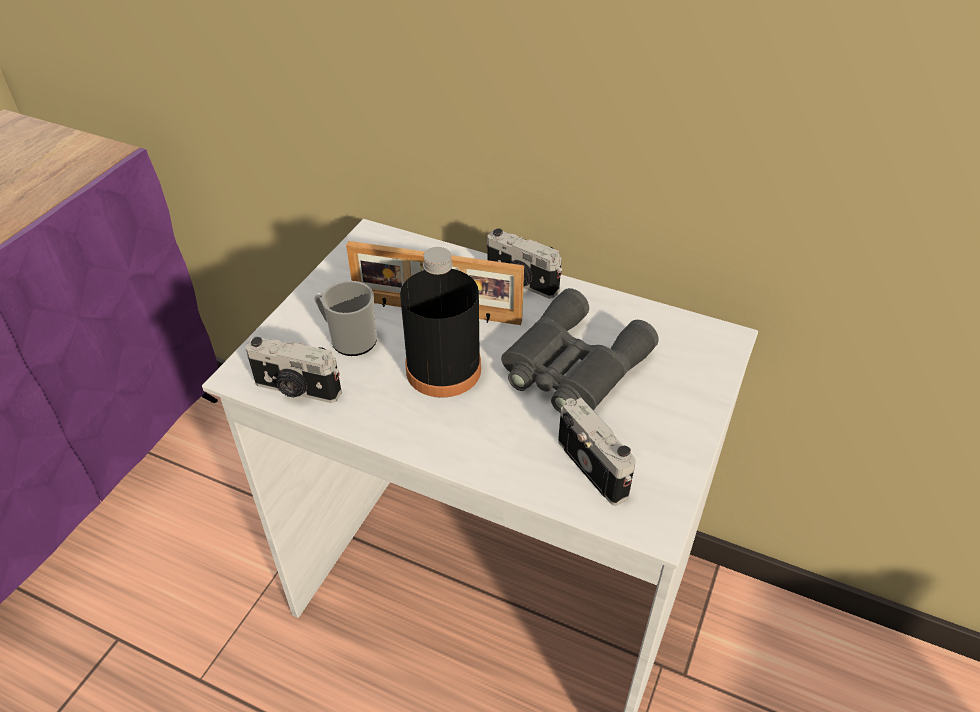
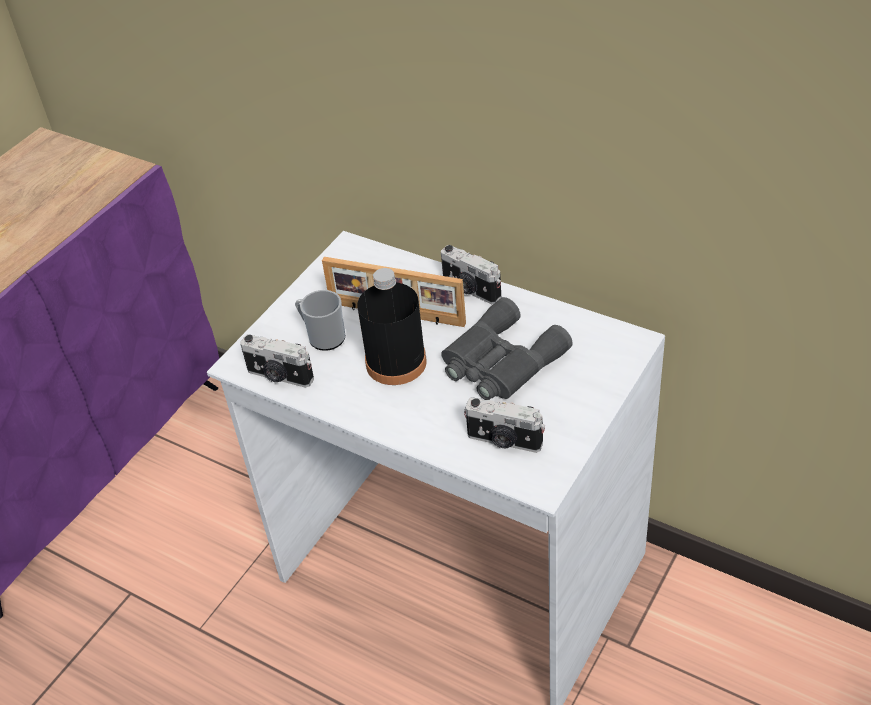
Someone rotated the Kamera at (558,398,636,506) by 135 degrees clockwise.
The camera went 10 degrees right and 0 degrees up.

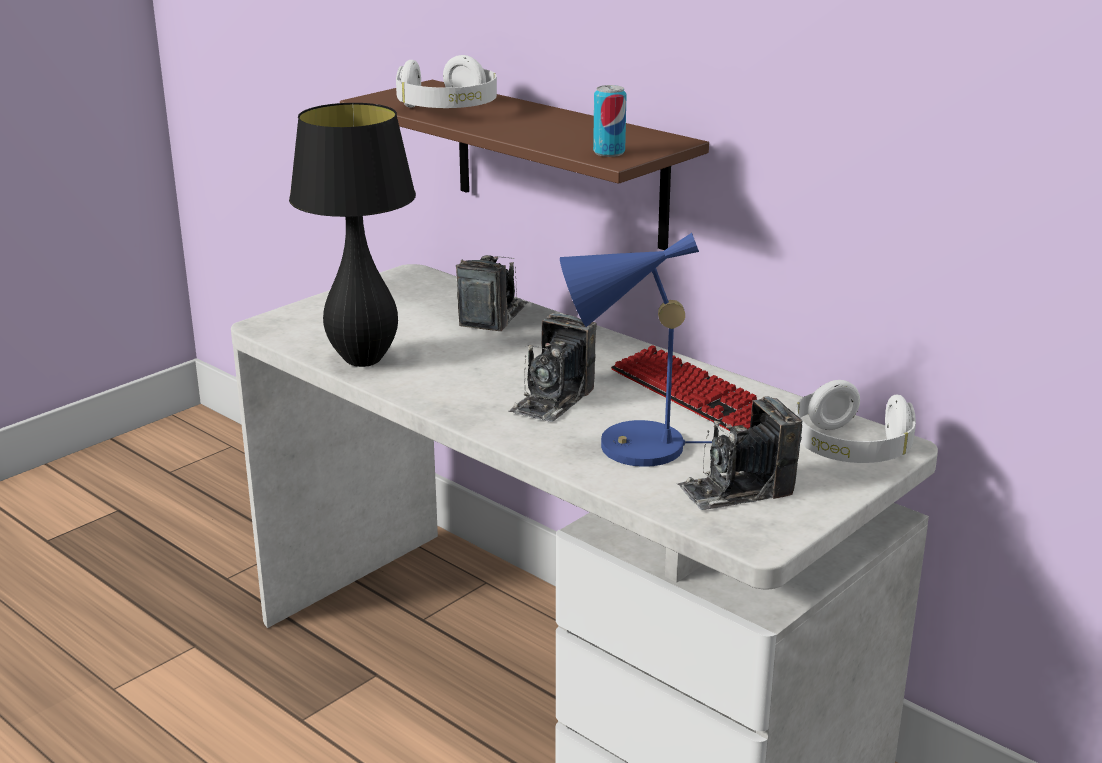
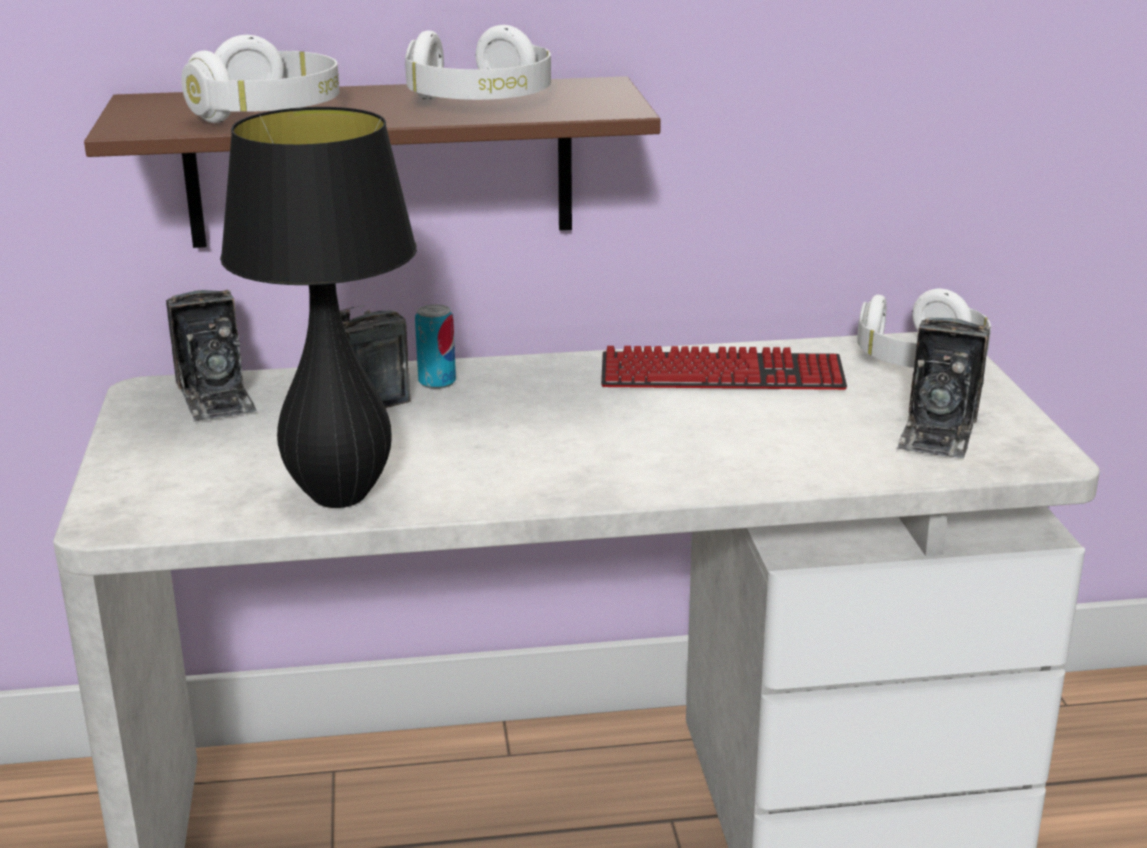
Someone carried the Dose from (593,85,627,157) to (415,304,456,389).
Someone took away the Tischlampe [blau] at (560,233,712,467).
Someone carried the Kamera from (508,313,596,422) to (166,289,257,422).
Someone put down the Kopfhörer [weiß] at (405,25,551,100).
The camera went 50 degrees left and 0 degrees up.

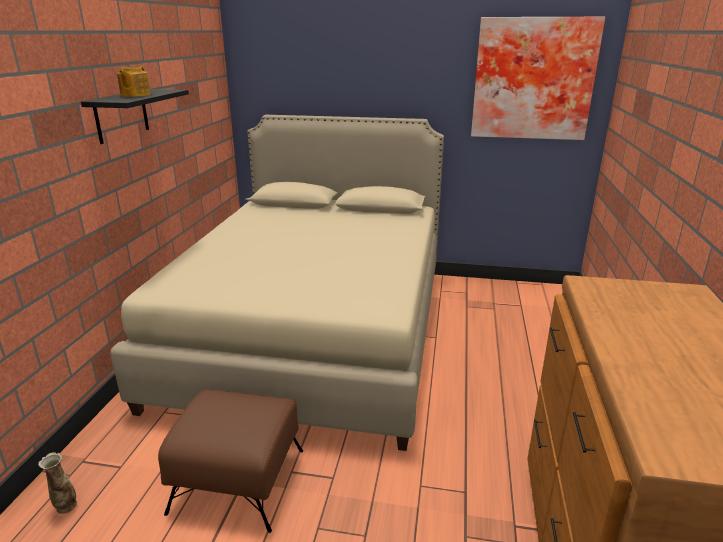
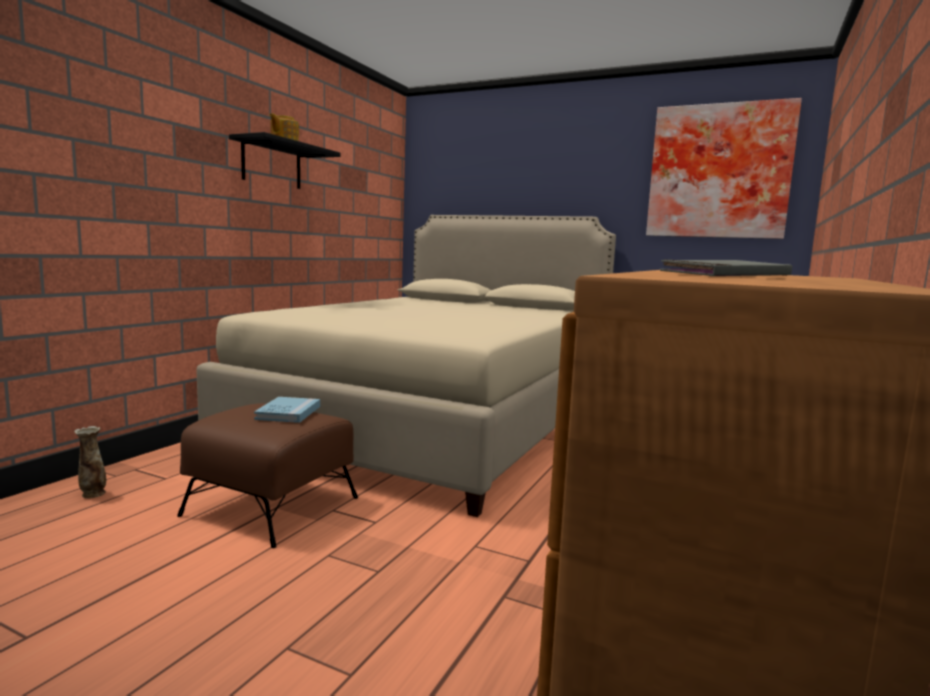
Someone put down the Buch [grau] at (660,259,792,276).
Someone put down the Buch [blau] at (254,397,320,423).
The camera went 15 degrees right and 15 degrees down.

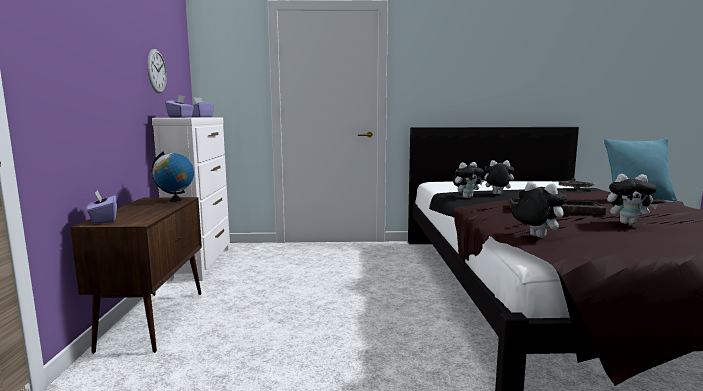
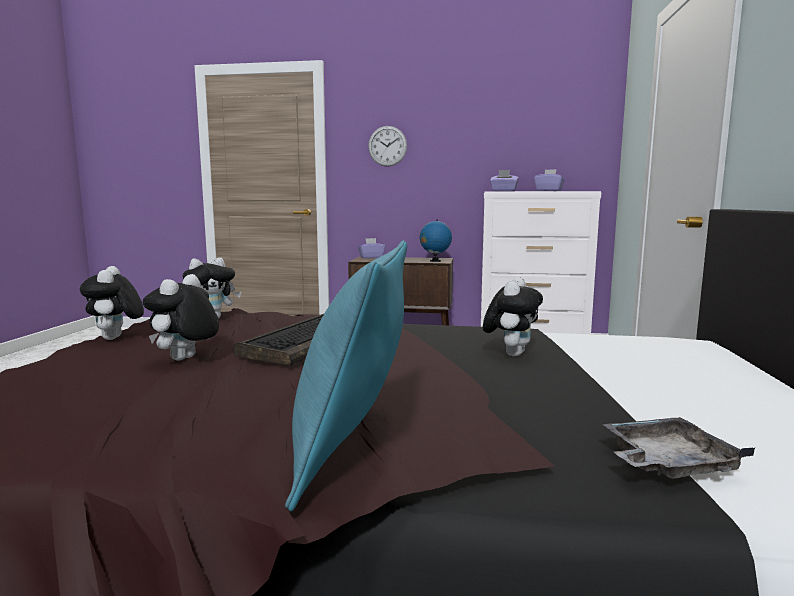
Someone carried the Wanduhr from (147,49,167,93) to (368,126,407,167).
Someone carried the Plüschtier from (453,162,484,198) to (80,266,144,340).
The camera went 100 degrees right and 0 degrees up.

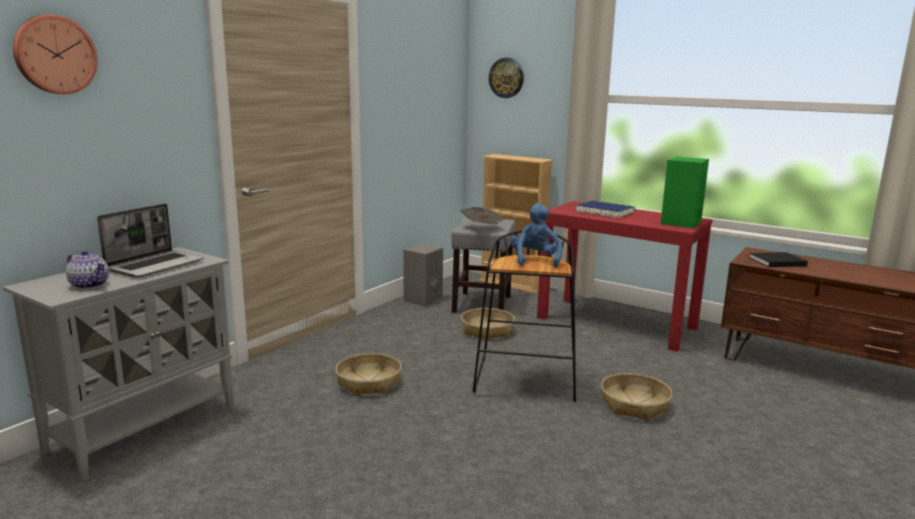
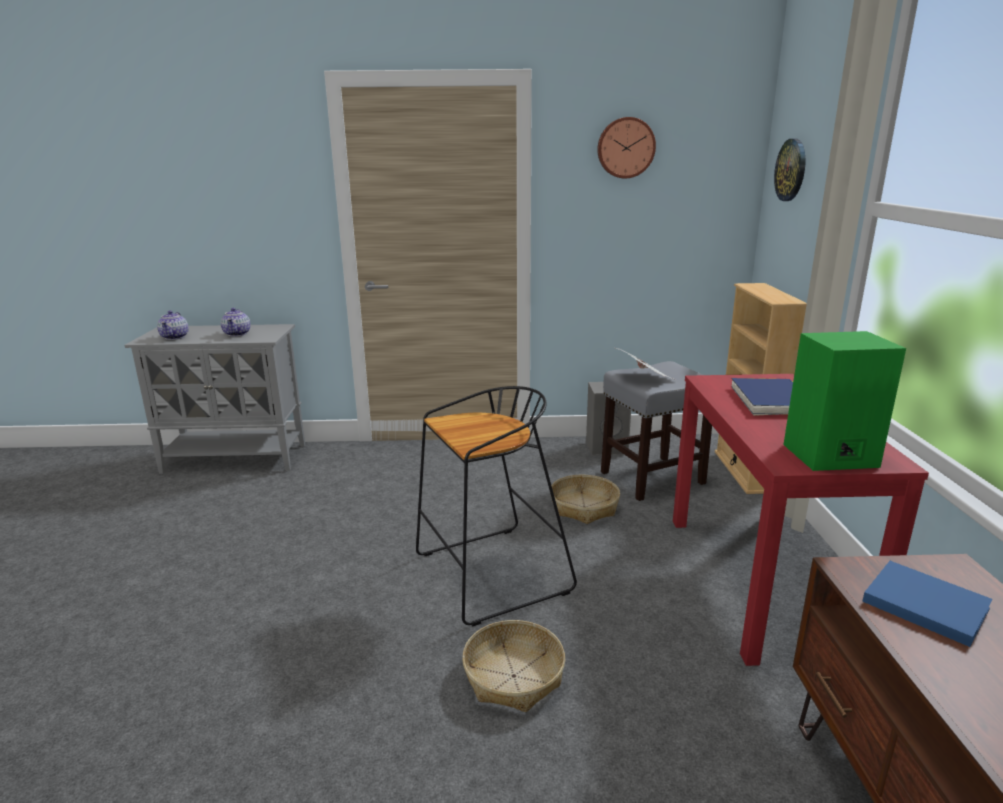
Someone carried the Wanduhr from (13,15,98,94) to (597,117,656,178).
Someone took away the Plüschtier [blau] at (510,203,562,268).
Someone swapped the Laptop at (97,204,204,278) for the Teekanne at (221,308,251,336).
Someone repainted the Buch [schwarz] at (749,252,808,267), which became the Buch [blau] at (862,561,993,647).
Someone took away the Korb at (336,353,401,396).
The camera went 55 degrees right and 5 degrees up.

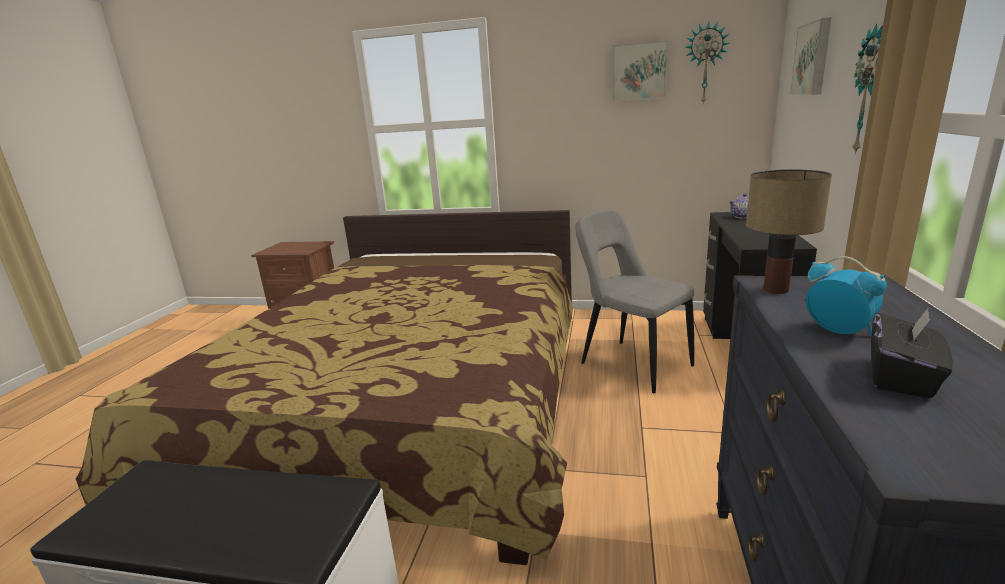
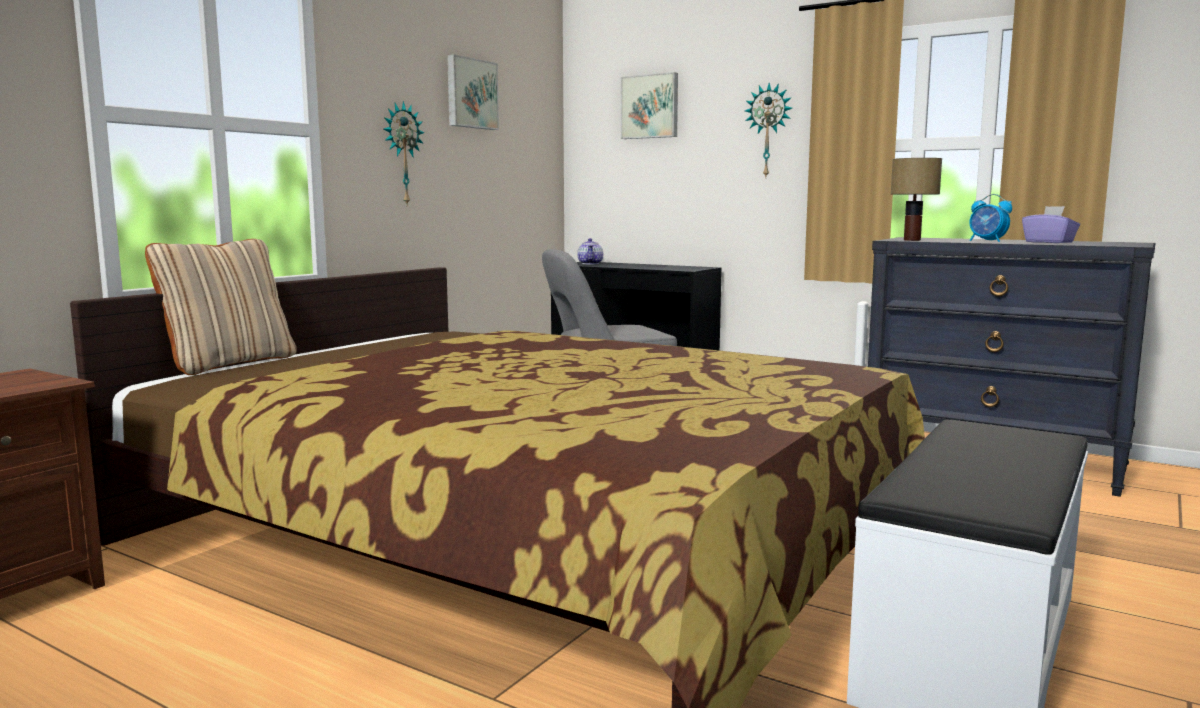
Someone carried the Wanduhr from (686,22,730,105) to (384,101,424,204).
Someone rotated the Wecker at (806,256,887,335) by 120 degrees counterclockwise.
Someone repainted the Taschentuchbox [schwarz] at (871,307,953,398), which became the Taschentuchbox [lila] at (1022,206,1080,243).
Someone put down the Kissen [beige] at (145,239,297,375).
The camera went 70 degrees left and 10 degrees down.

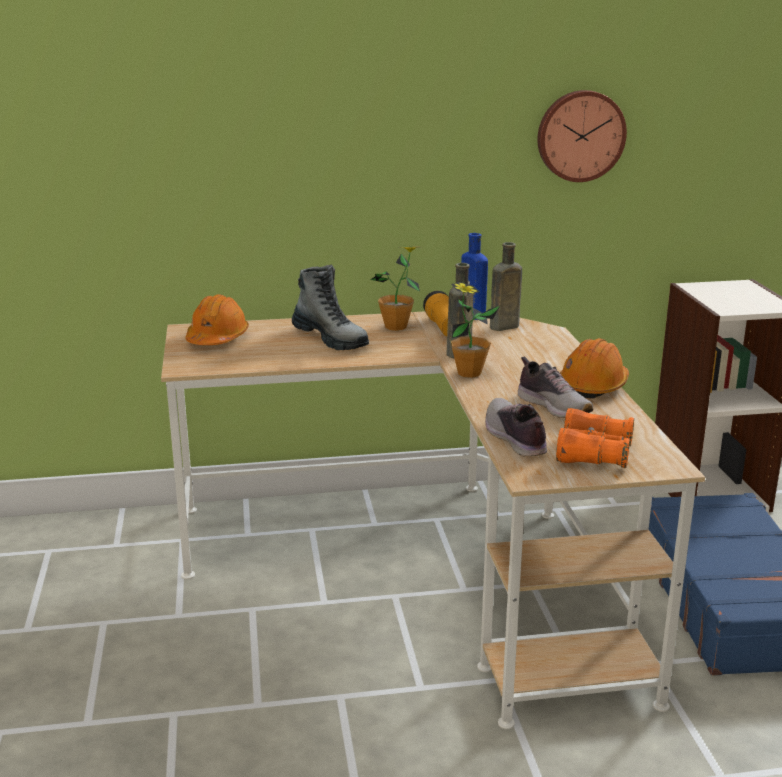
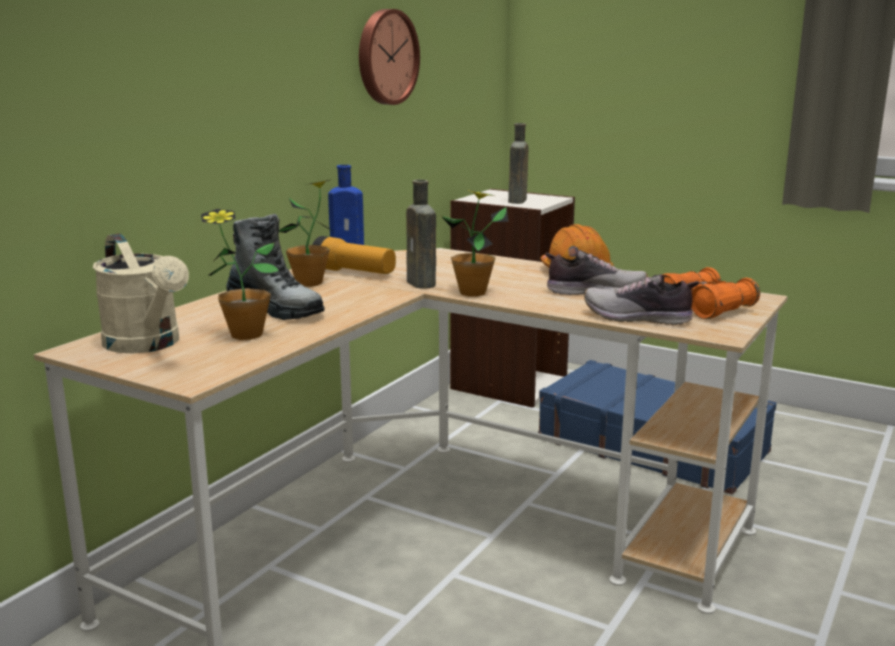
Someone carried the Flasche [braun] from (490,242,522,331) to (508,123,529,204).
Someone rotated the Stiefel at (292,265,369,350) by 45 degrees clockwise.
Someone swapped the Schutzhelm [orange] at (185,294,249,345) for the Gießkanne [beige] at (93,234,189,353).
Someone put down the Topfpflanze at (201,209,279,340).
The camera went 50 degrees left and 5 degrees down.

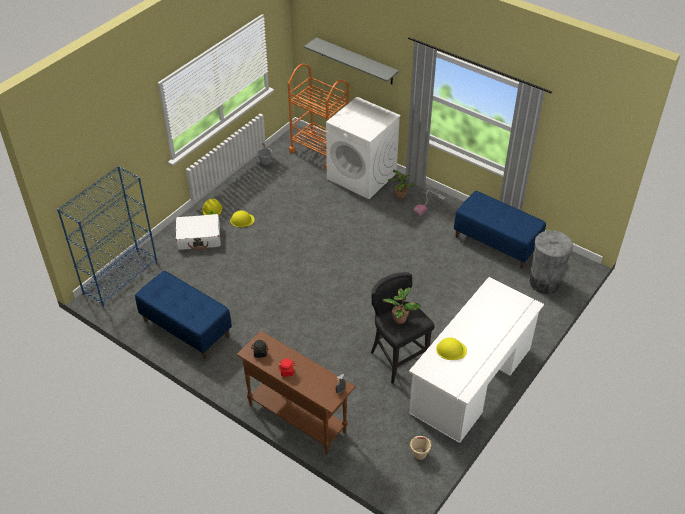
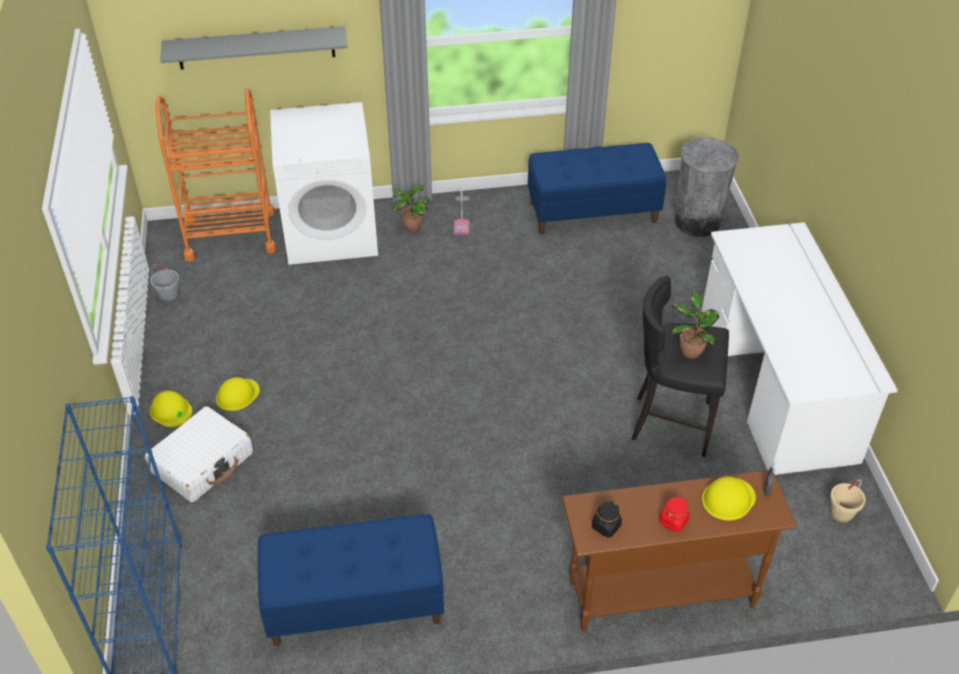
Someone carried the Schutzhelm [gelb] from (436,338,467,360) to (702,476,756,521).
The camera went 45 degrees left and 0 degrees up.

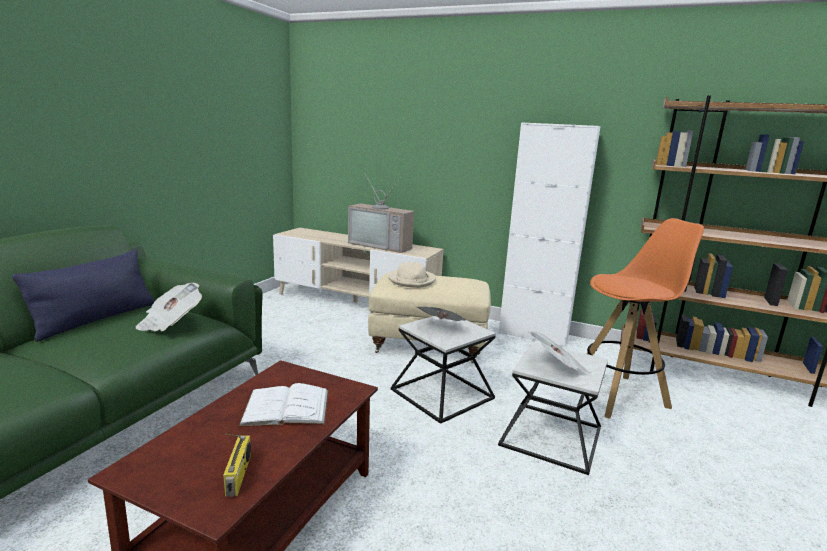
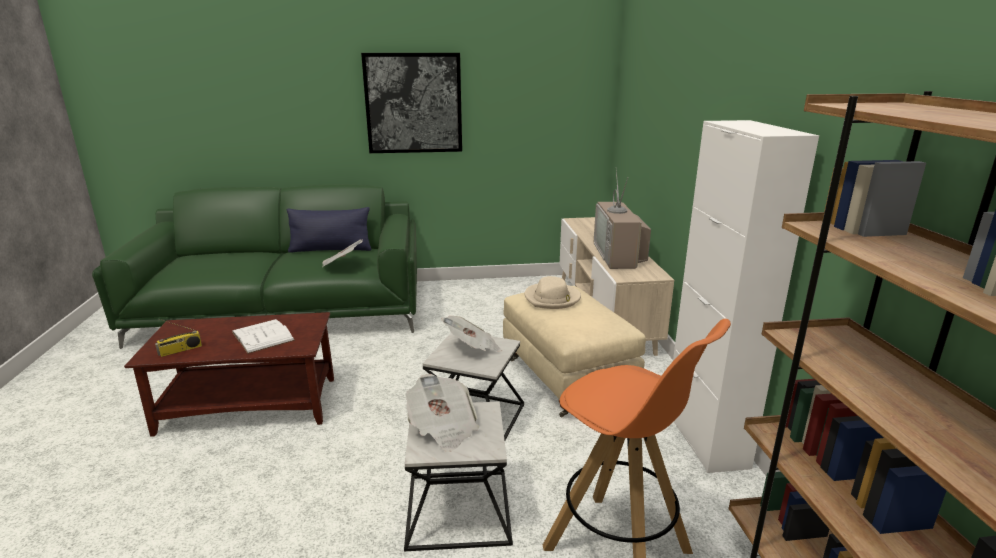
Someone put up the Bild at (361,53,462,153).
The camera went 60 degrees right and 5 degrees up.

